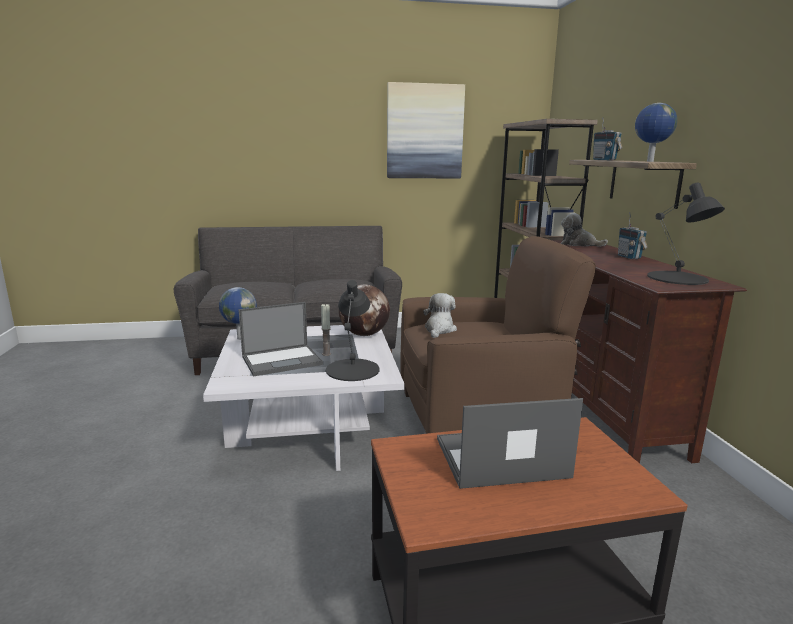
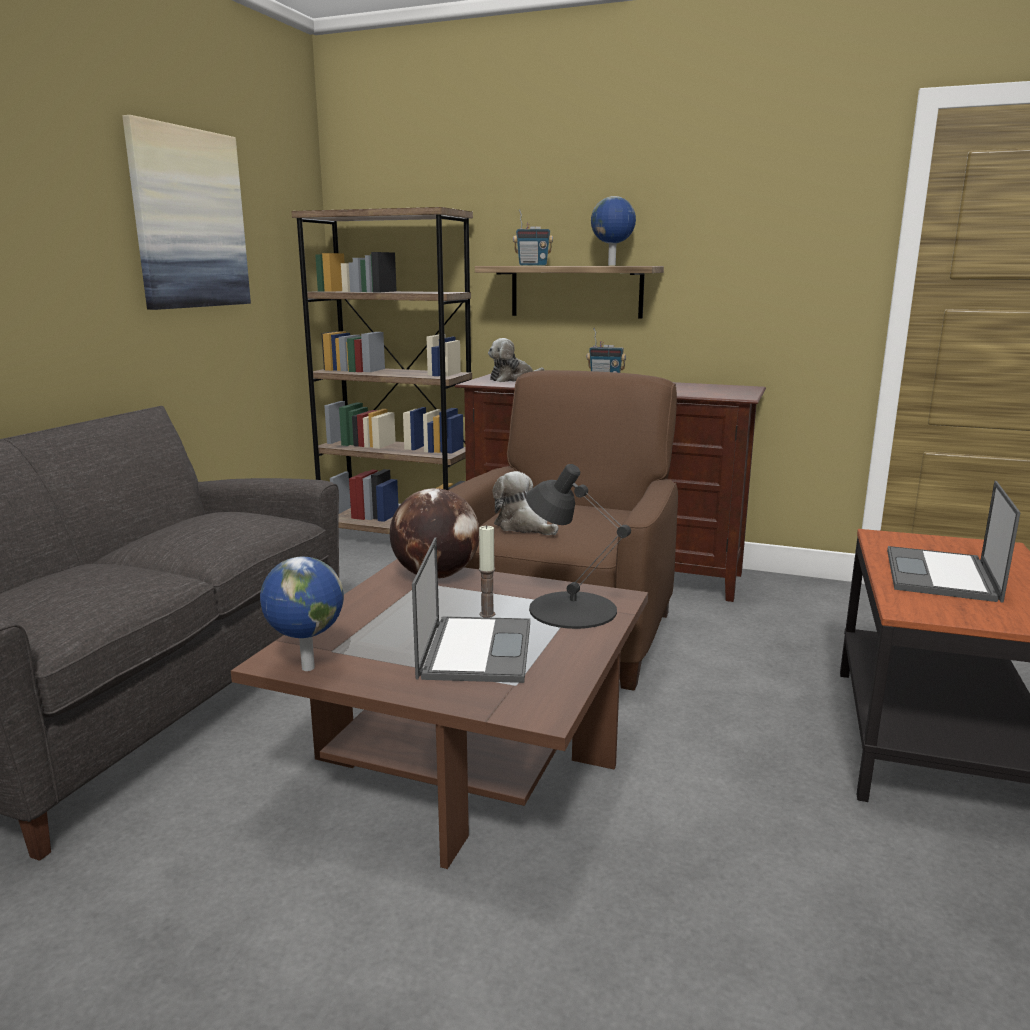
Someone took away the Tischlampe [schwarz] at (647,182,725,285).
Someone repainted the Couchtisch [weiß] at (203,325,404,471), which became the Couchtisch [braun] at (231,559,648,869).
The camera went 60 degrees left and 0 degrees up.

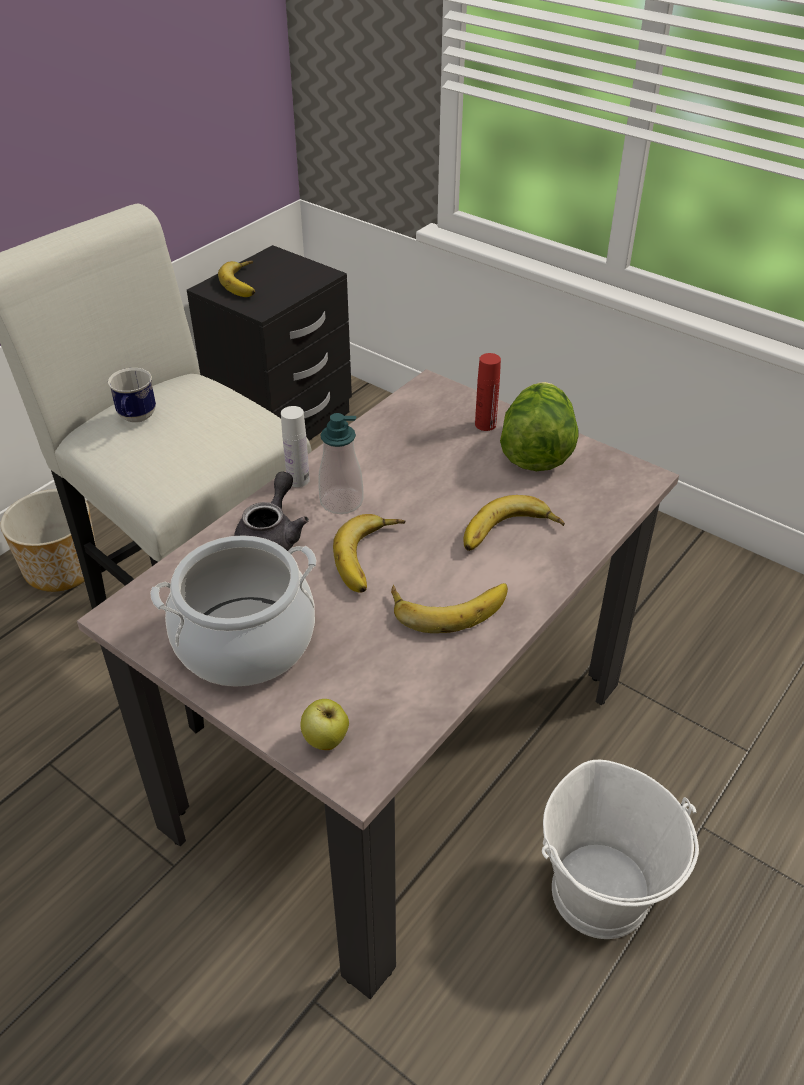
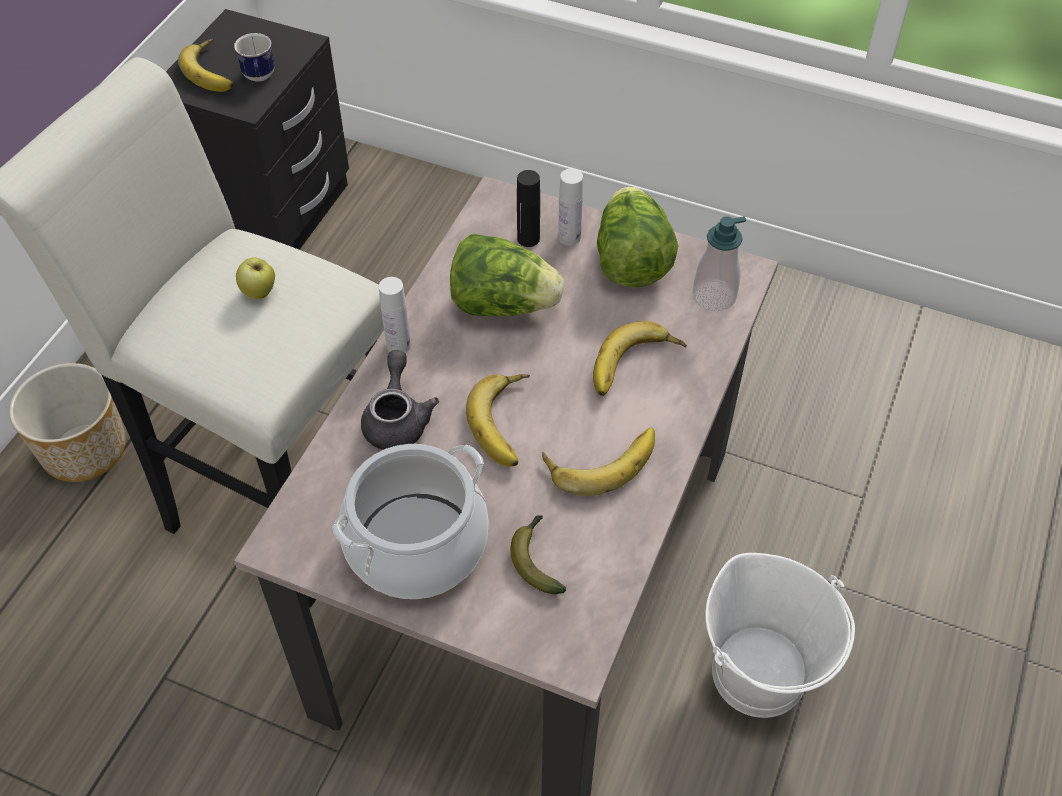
Someone repainted the Flasche [rot] at (475,353,501,431), which became the Flasche [weiß] at (558,168,583,246).
Someone carried the Henkelbecher from (108,368,156,423) to (234,33,275,82).
Someone carried the Seifenspender from (318,413,364,514) to (693,216,746,311).
Someone carried the Apfel from (300,699,349,750) to (236,258,275,299).
Someone put down the Flasche [schwarz] at (517,170,540,247).
Someone put down the Salatkopf at (450,233,564,316).
Someone put down the Banane at (510,515,566,594).
The camera went 15 degrees left and 10 degrees up.

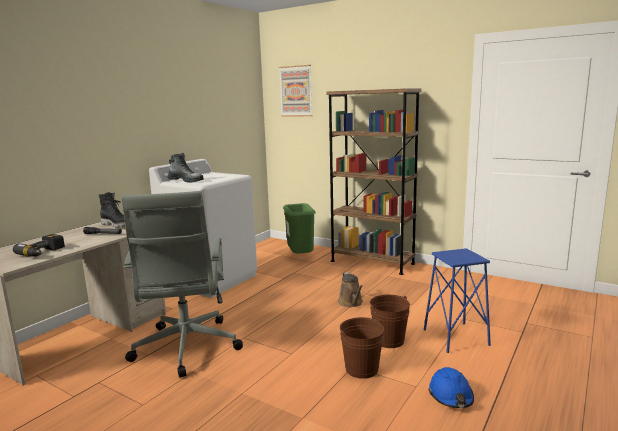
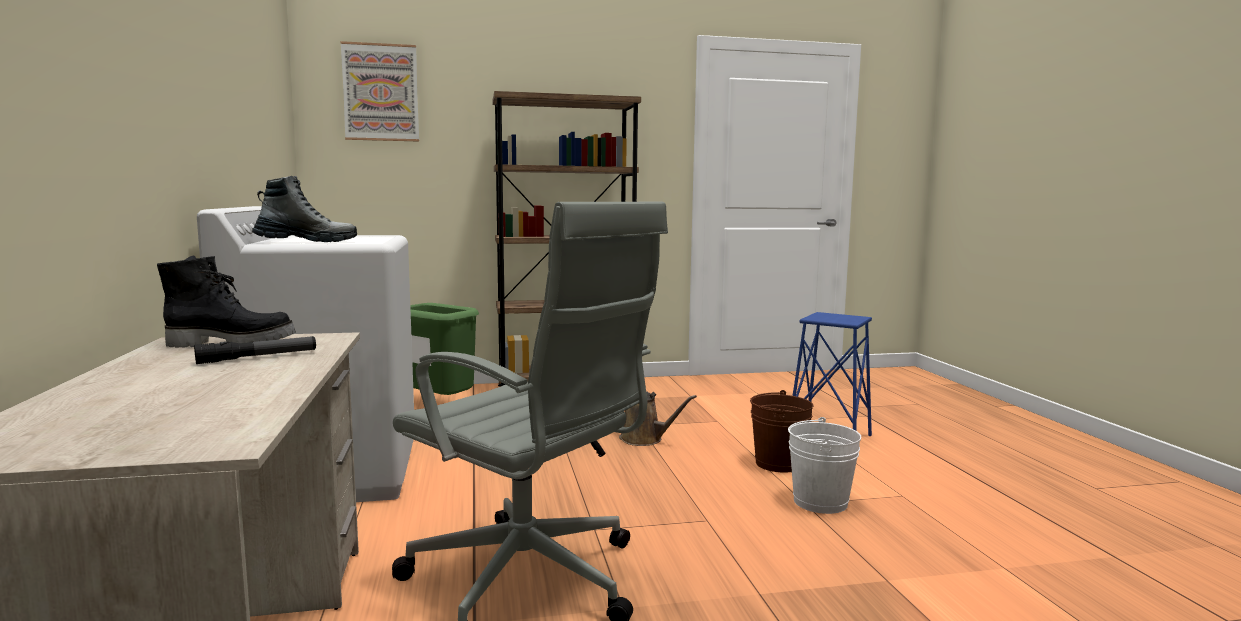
Someone took away the Bohrmaschine at (13,234,65,257).
Someone repainted the Eimer [braun] at (340,317,384,379), which became the Eimer [weiß] at (788,417,861,514).
Someone took away the Schutzhelm [blau] at (429,367,474,408).
The camera went 45 degrees left and 5 degrees down.

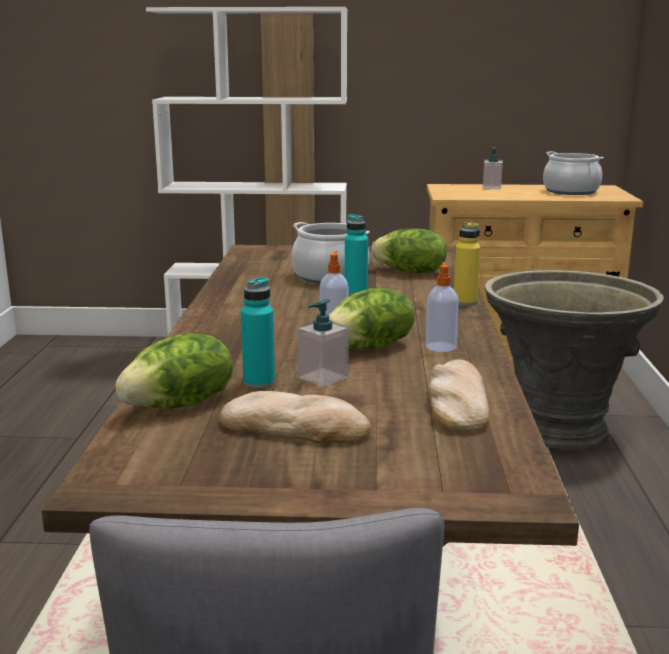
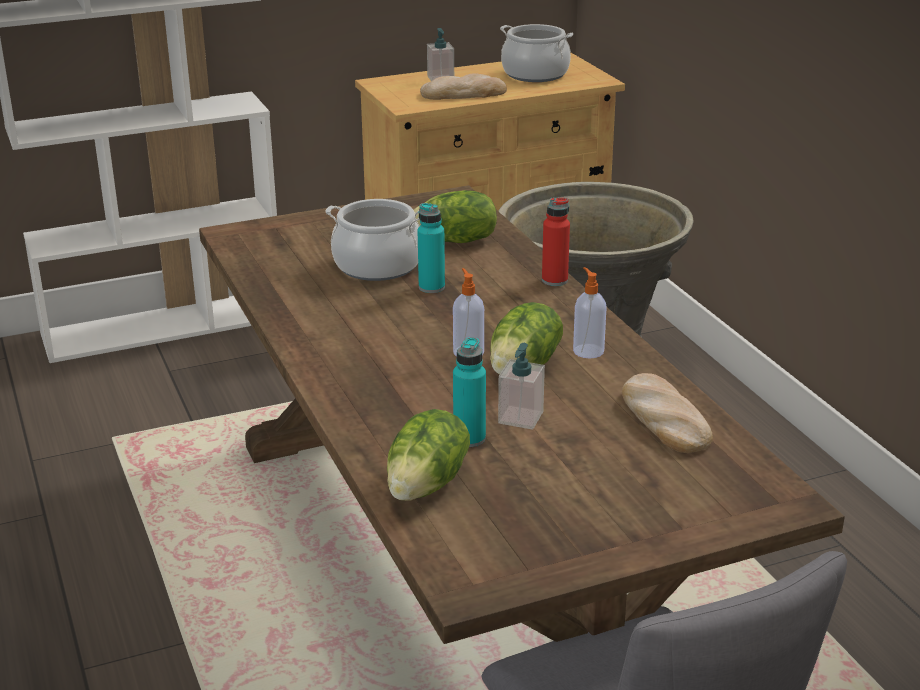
Someone repainted the Flasche [gelb] at (454,222,480,306), which became the Flasche [rot] at (542,197,570,286).
Someone carried the Brot from (220,391,371,443) to (420,73,507,100).
The camera went 25 degrees left and 10 degrees up.

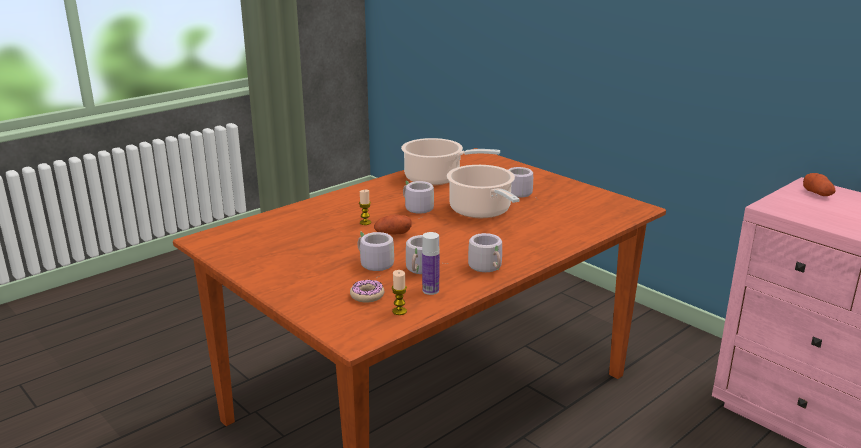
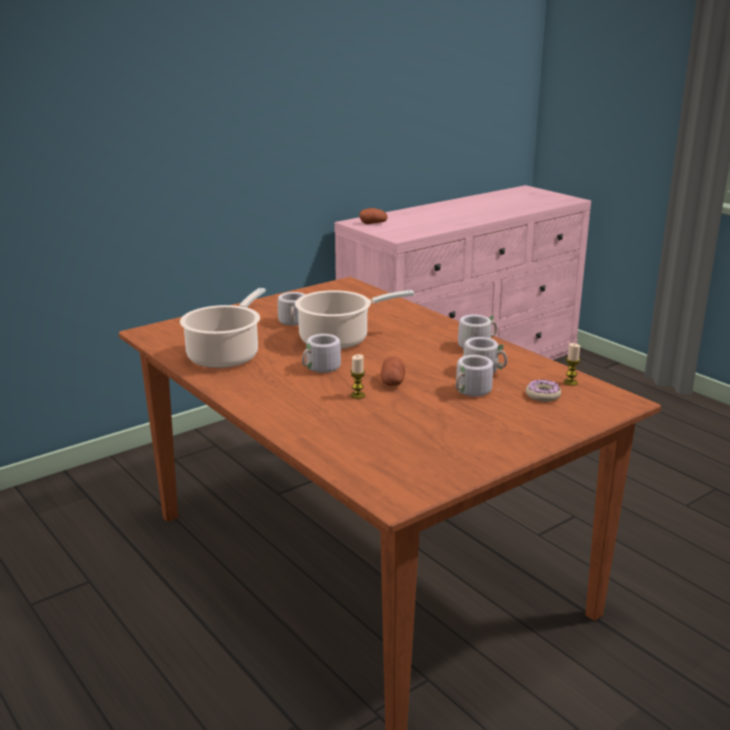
Someone took away the Flasche at (422,232,440,295).
The camera went 85 degrees left and 0 degrees up.

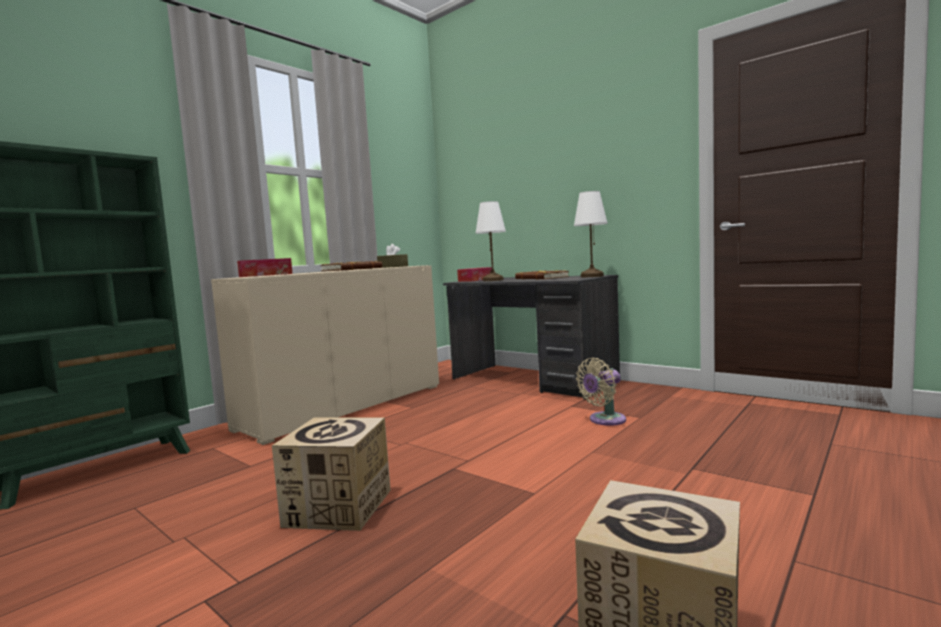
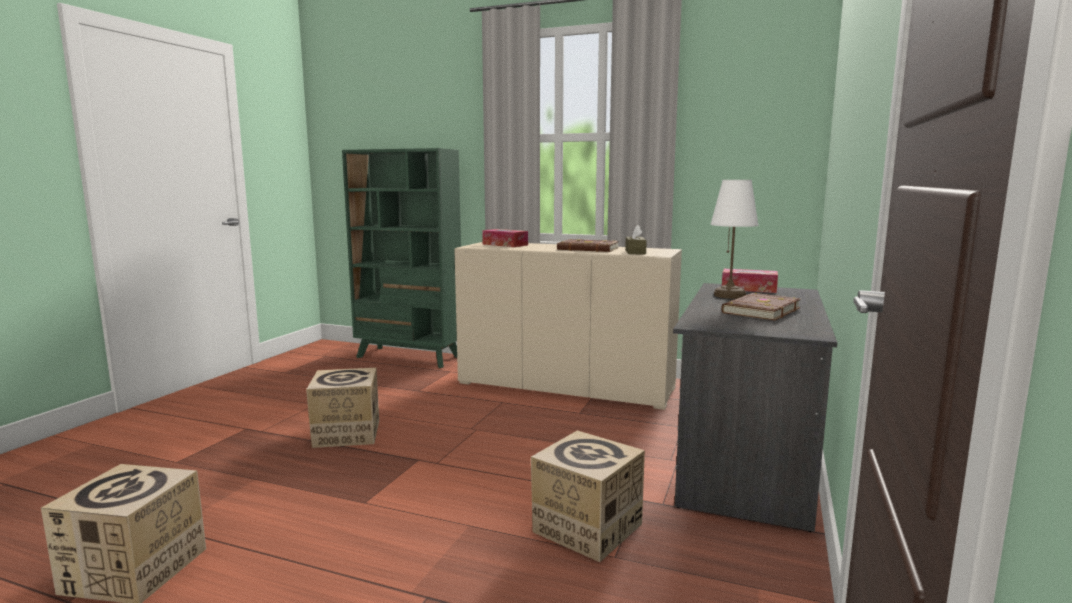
Someone took away the Tischlampe [weiß] at (574,191,608,277).
Someone swapped the Ventilator [beige] at (576,358,626,426) for the Karton at (531,430,645,562).
The camera went 70 degrees right and 5 degrees up.

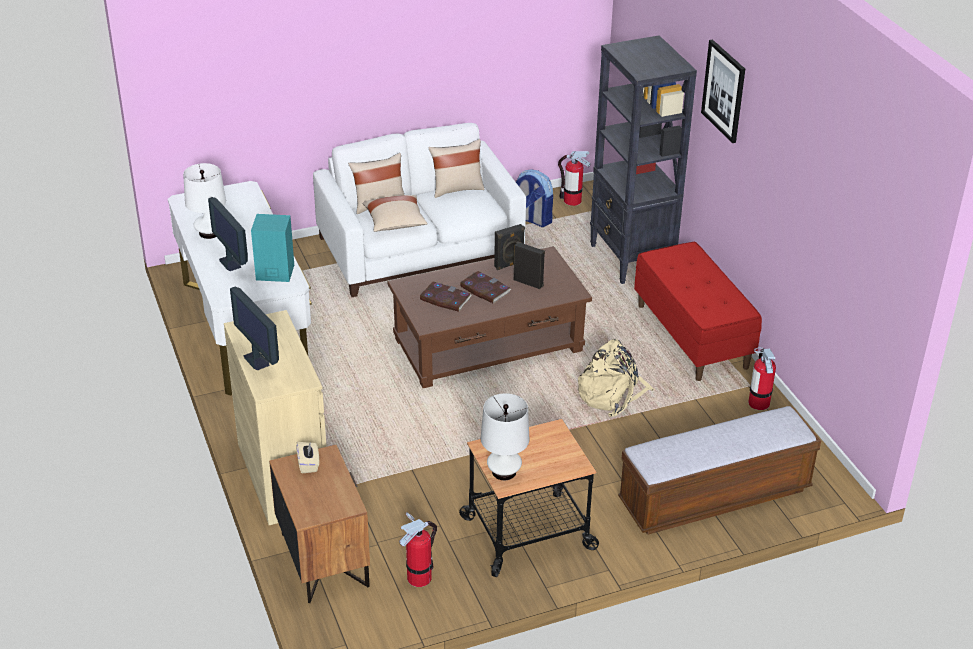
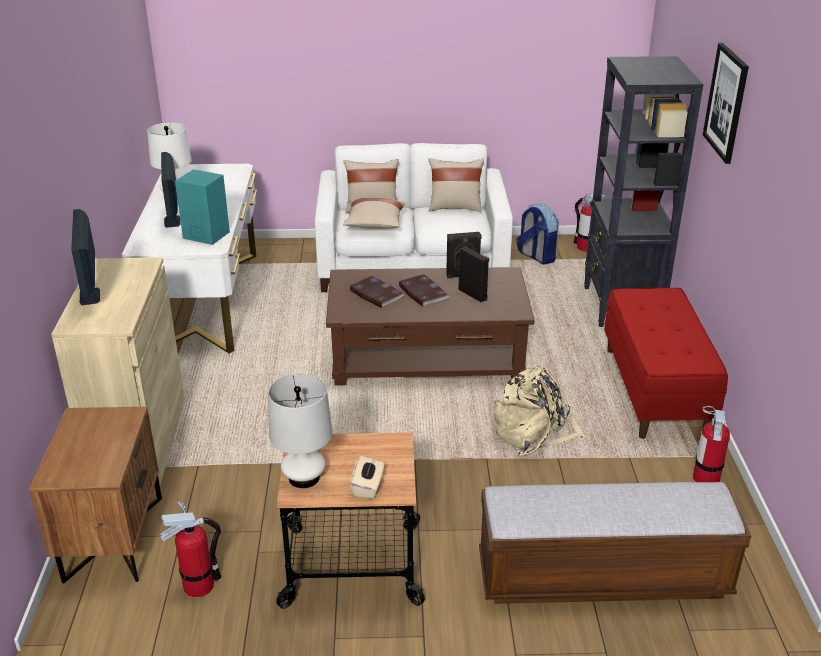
Someone carried the Taschentuchbox [beige] from (296,441,319,474) to (351,456,384,499).
The camera went 20 degrees right and 5 degrees down.

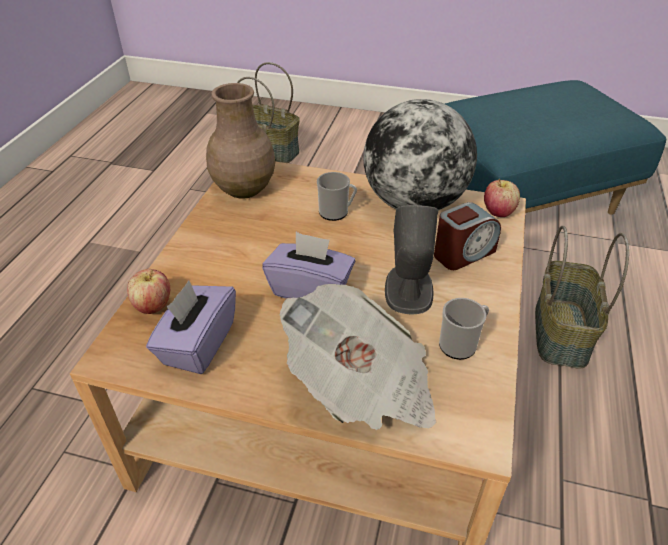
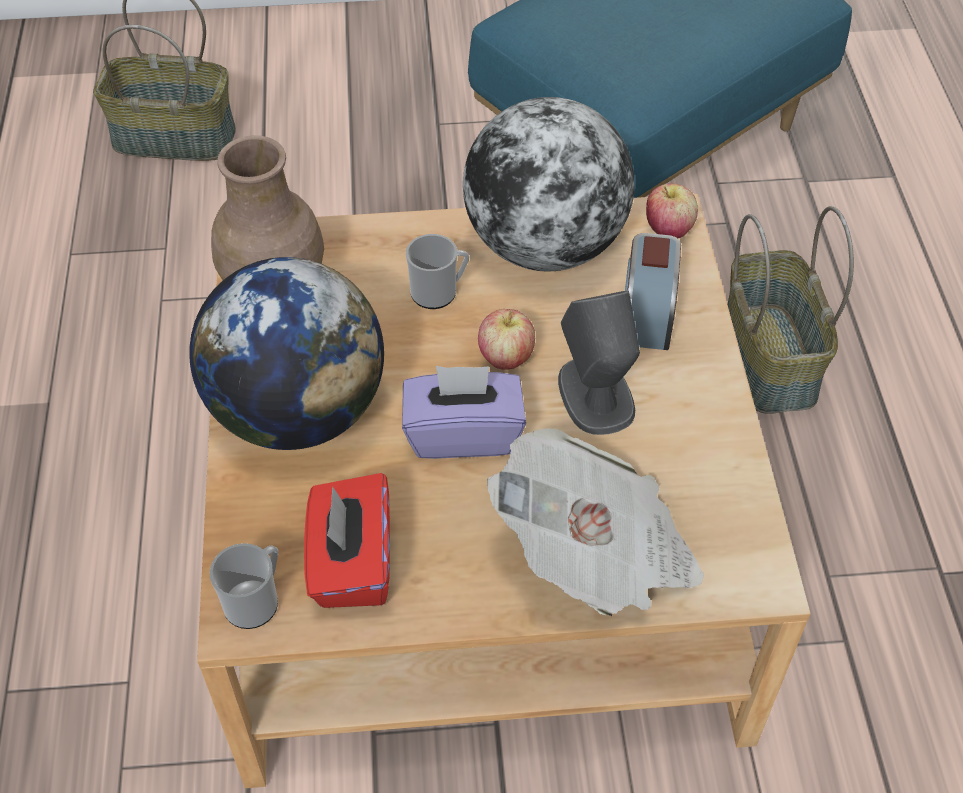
Someone rotated the Wecker at (434,202,501,270) by 150 degrees clockwise.
Someone carried the Apfel from (127,269,170,314) to (478,309,535,370).
Someone repainted the Taschentuchbox [lila] at (146,280,236,374), which became the Taschentuchbox [rot] at (304,473,390,608).
Someone carried the Henkelbecher from (439,298,489,360) to (210,543,278,629).
Someone put down the Globus at (189,257,384,450).
The camera went 20 degrees left and 10 degrees up.

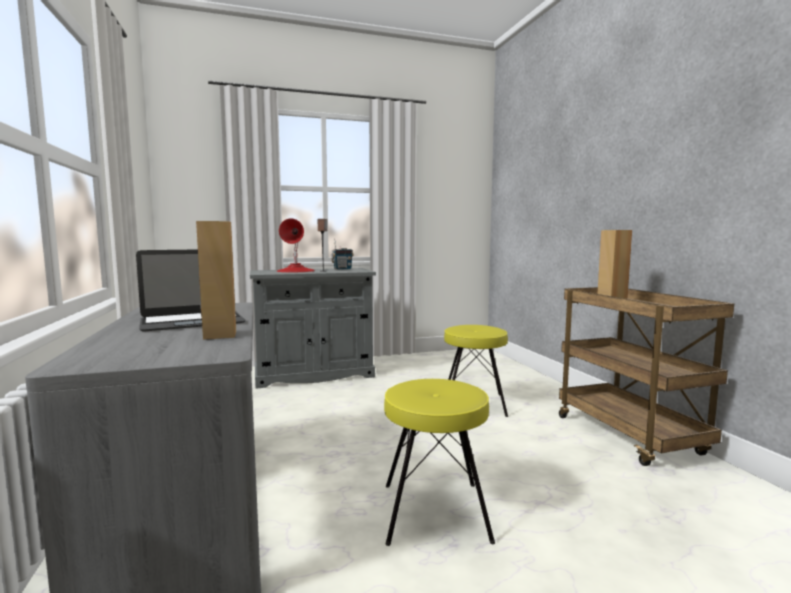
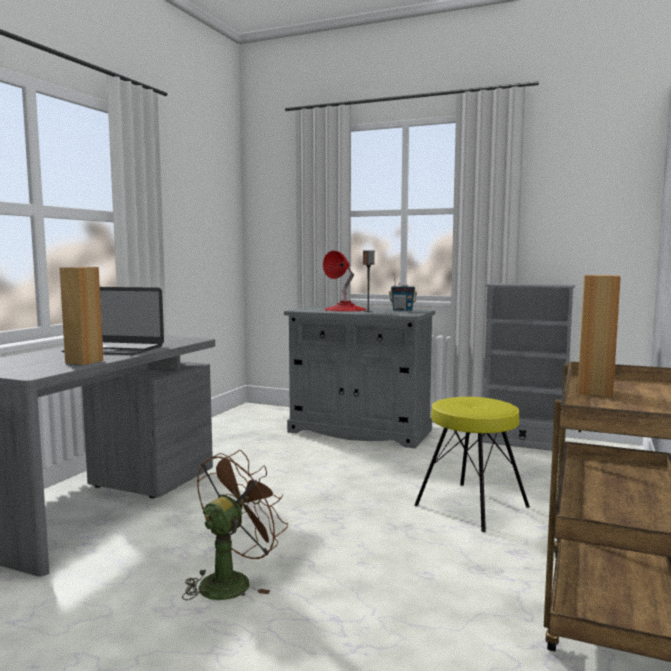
Someone swapped the Hocker [gelb] at (384,379,495,546) for the Ventilator [braun] at (182,450,288,600).
Someone put down the Bücherregal [grau] at (482,283,575,451).
The camera went 40 degrees right and 0 degrees up.

